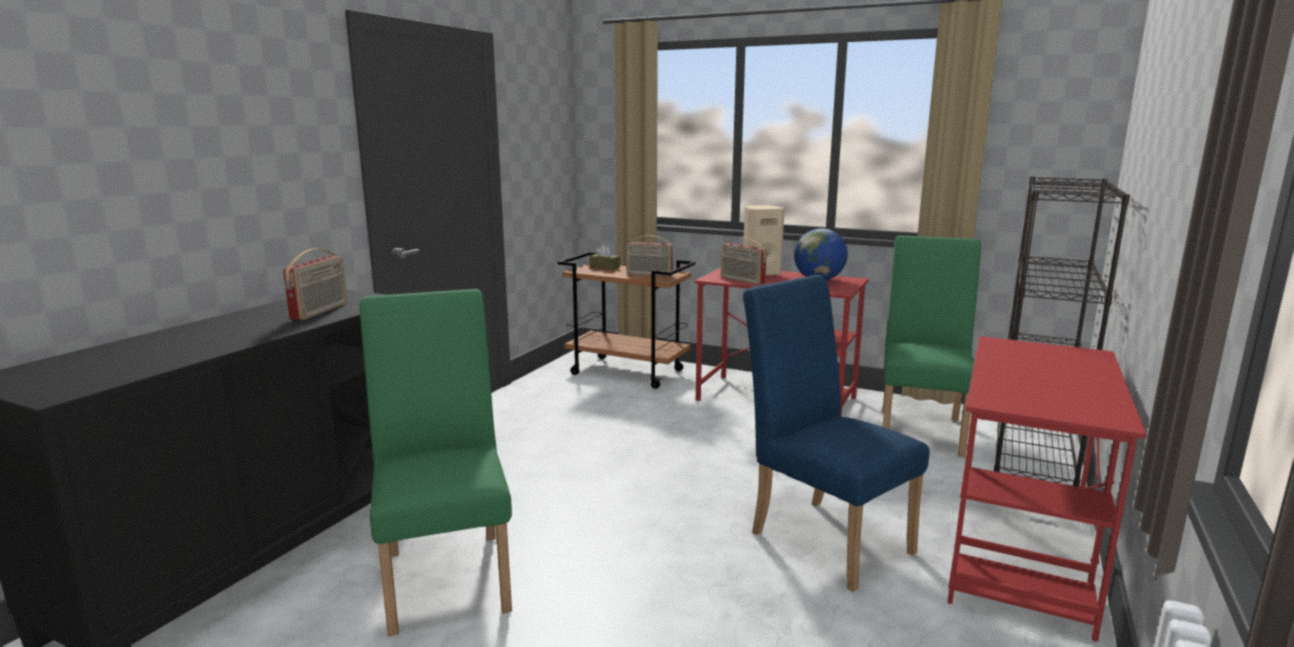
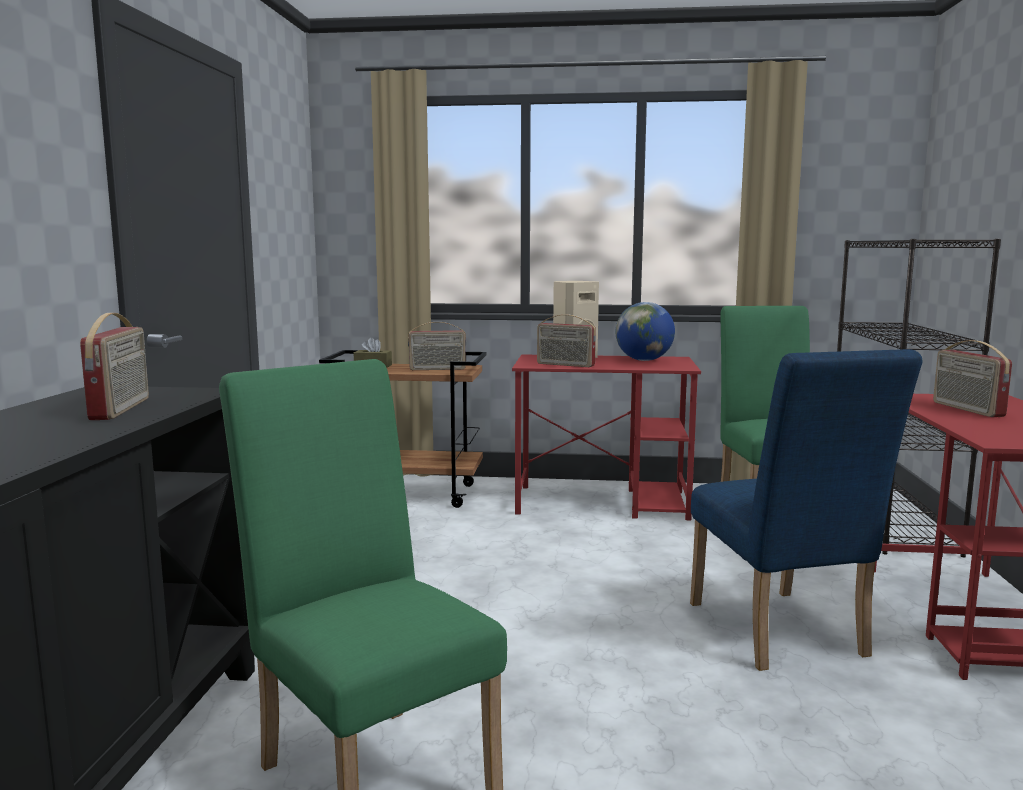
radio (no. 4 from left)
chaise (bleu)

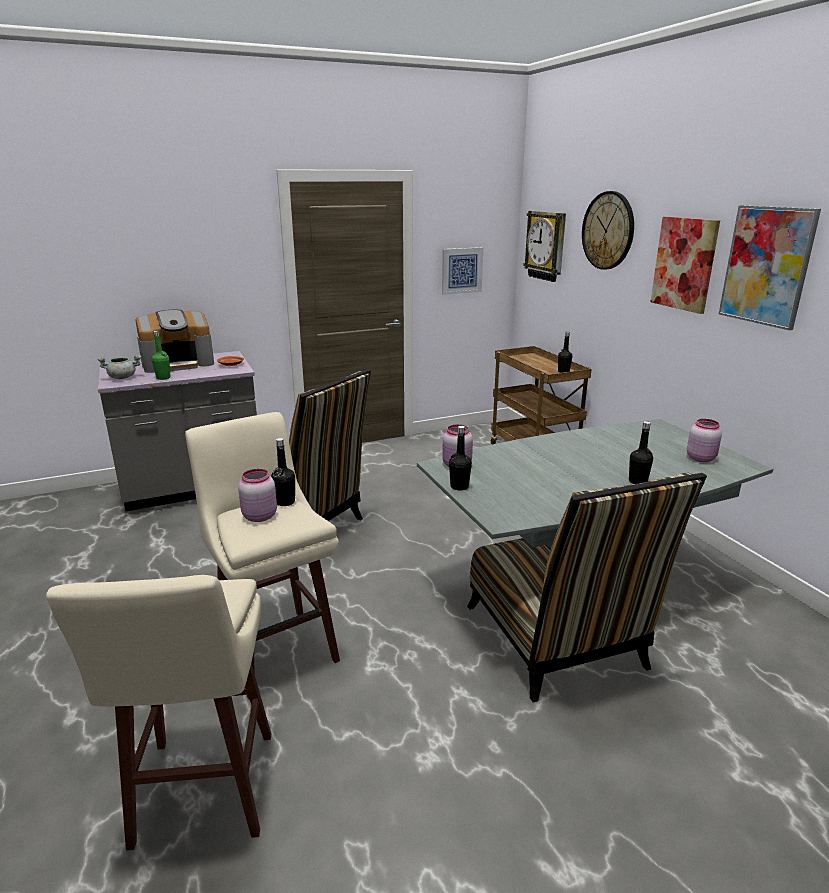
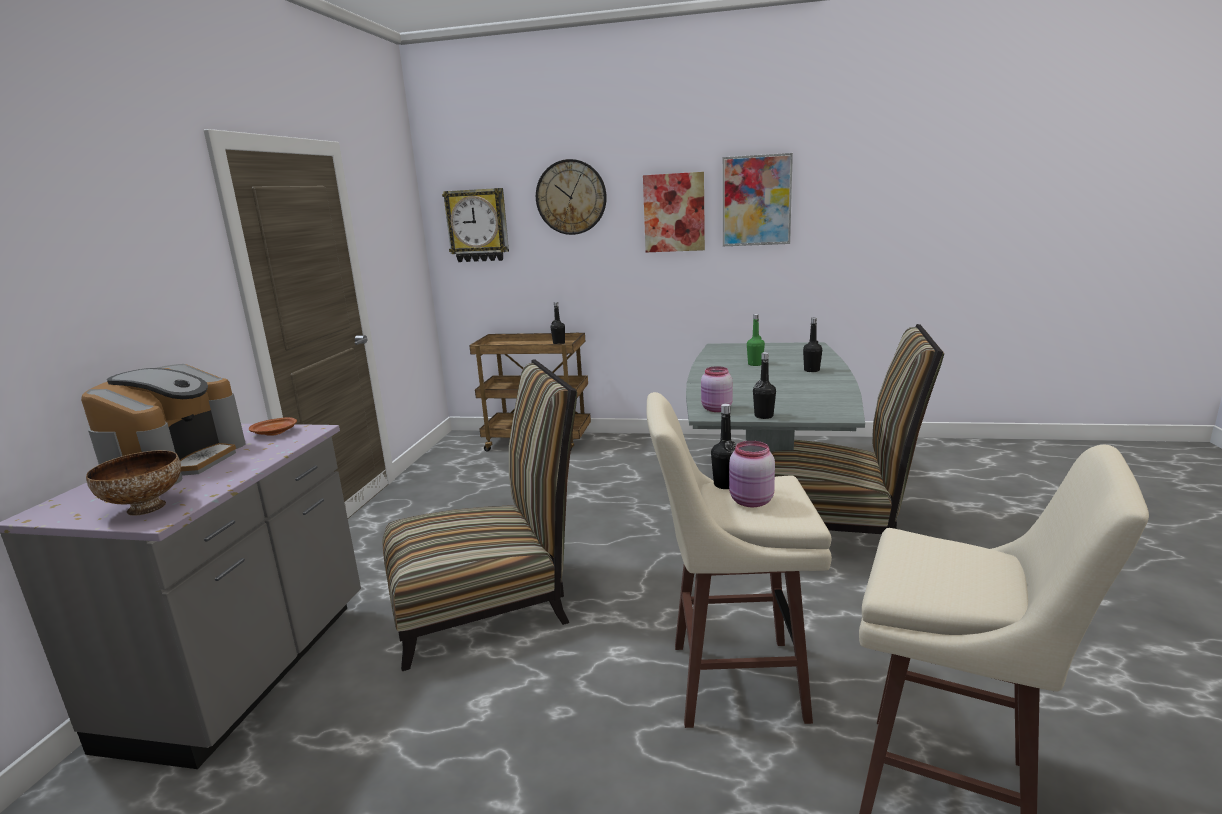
tableau (no. 1 from left in the first image)
bocal (rose) (no. 3 from left in the first image)
bouteille (vert)
bol

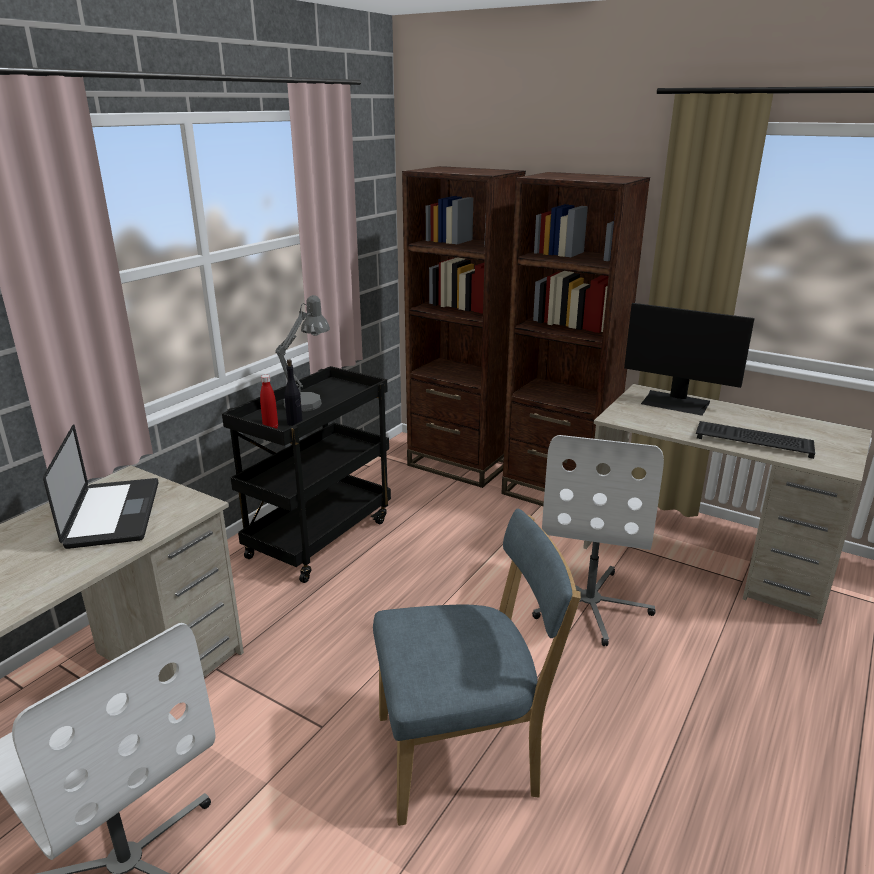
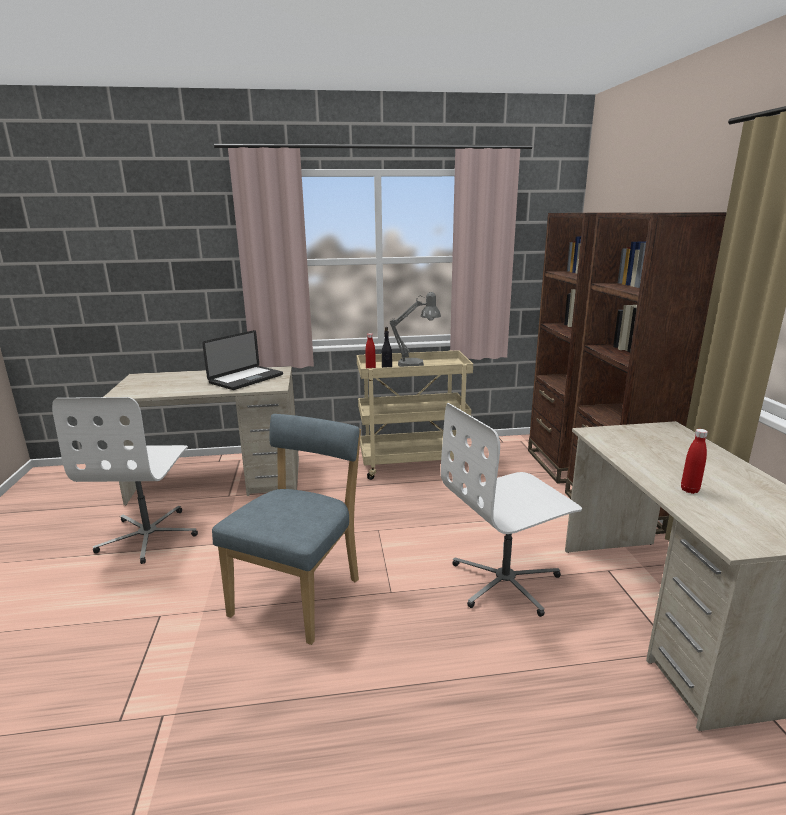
écran d'ordinateur
bouteille (rouge) (no. 2 from left)
chariot (beige)
chaise (bleu)

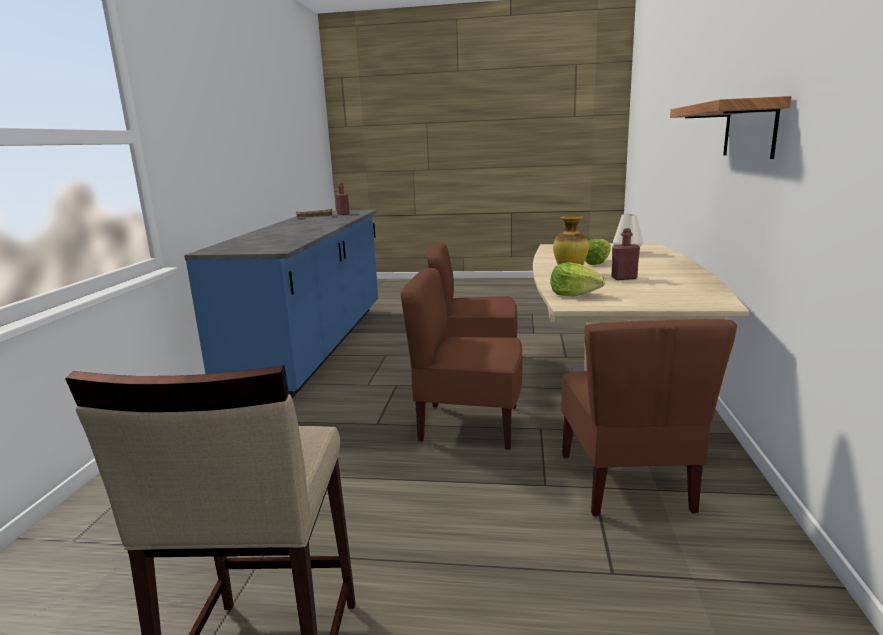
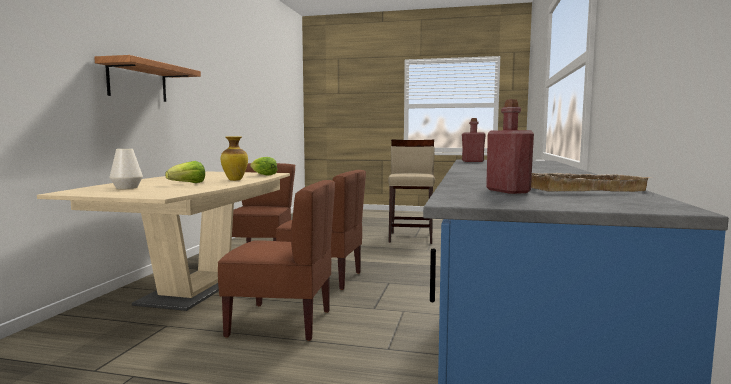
bouteille (rouge) (no. 1 from left)

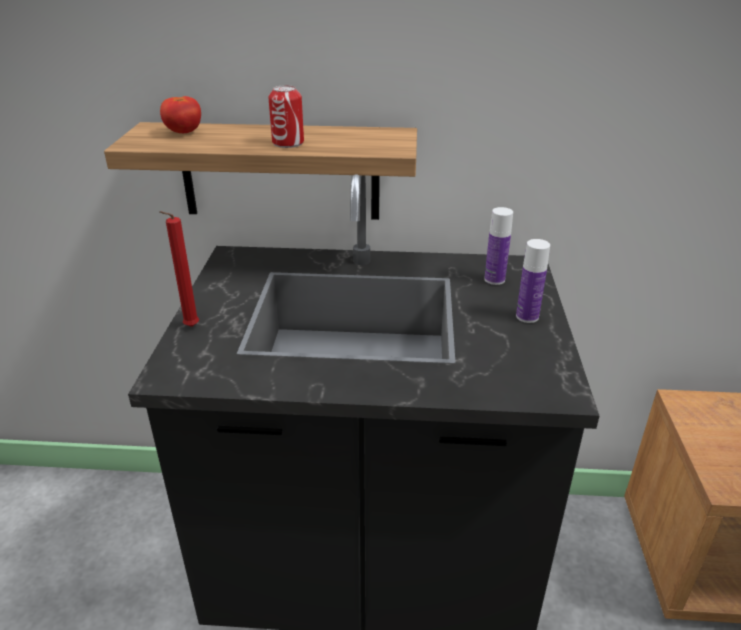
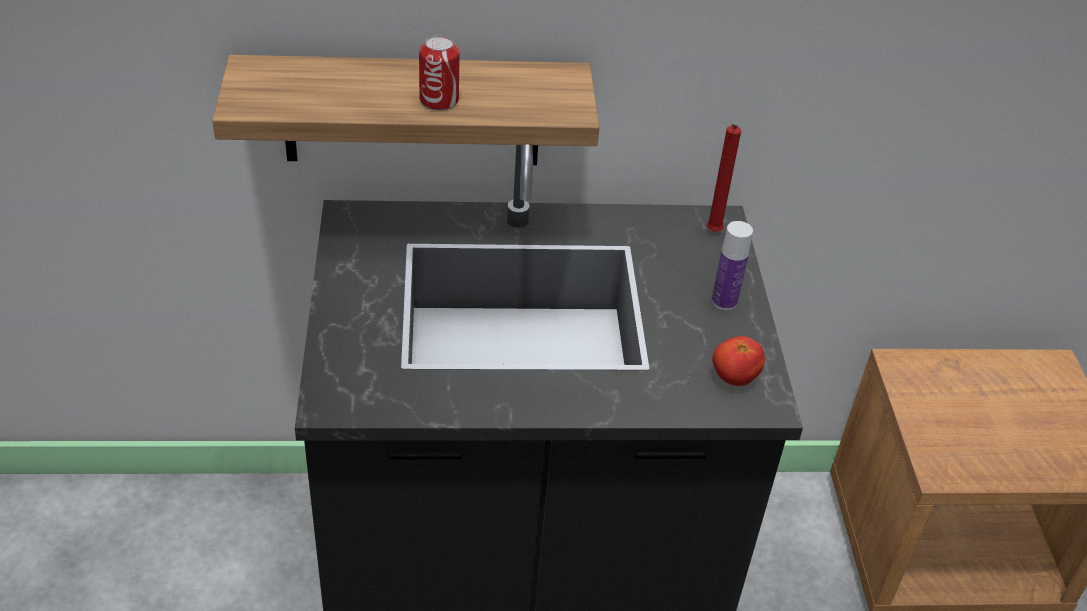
bouteille (no. 1 from left in the first image)
bougie (rouge)
tomate

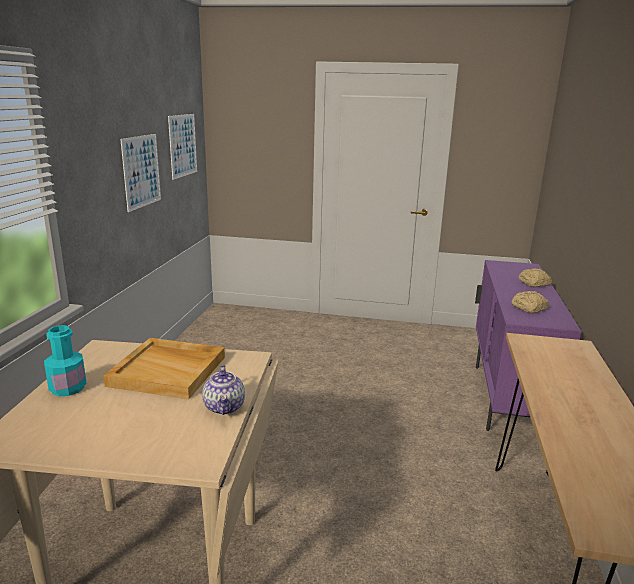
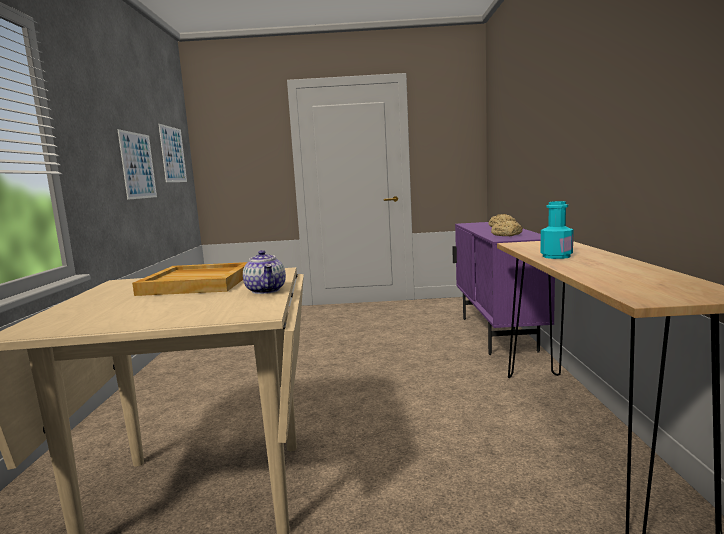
bouteille (turquoise)

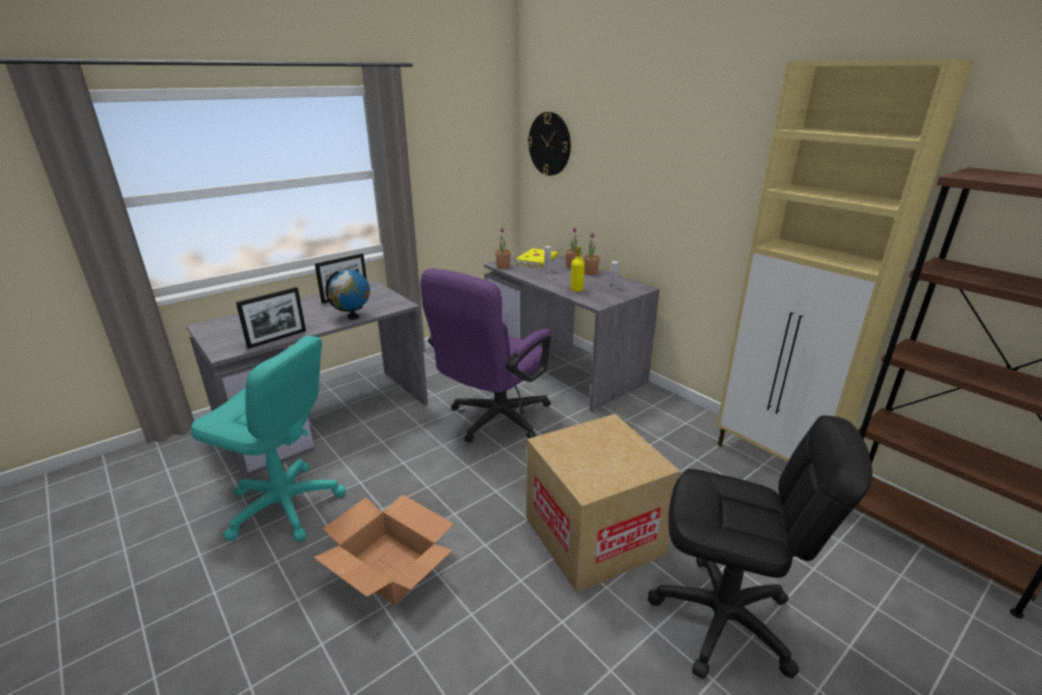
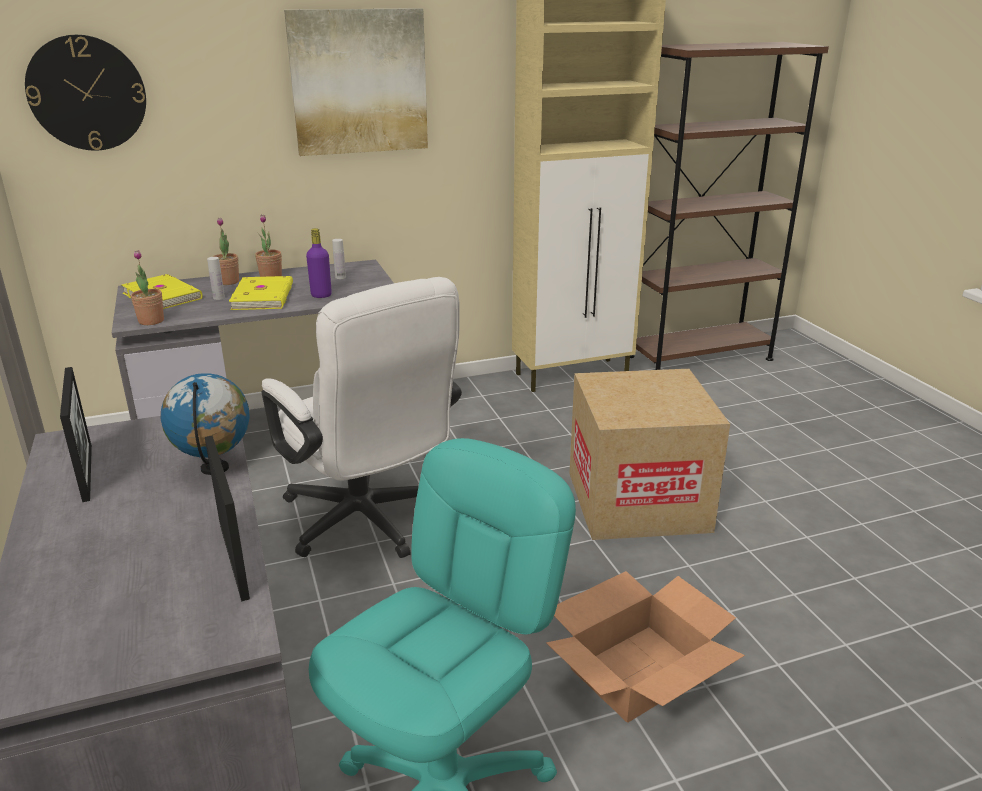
chaise de bureau (noir)
livre (jaune) (no. 2 from left)
tableau
chaise de bureau (blanc)
bouteille (violet)

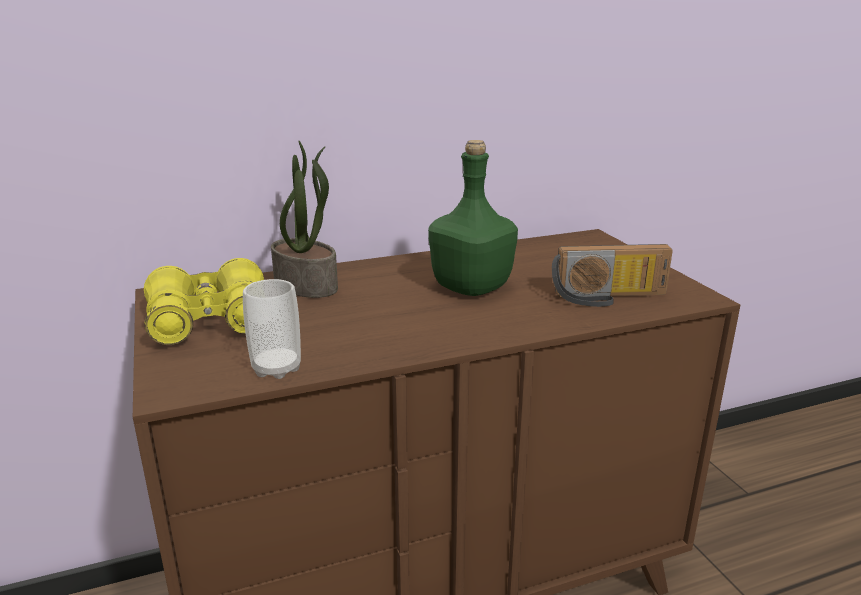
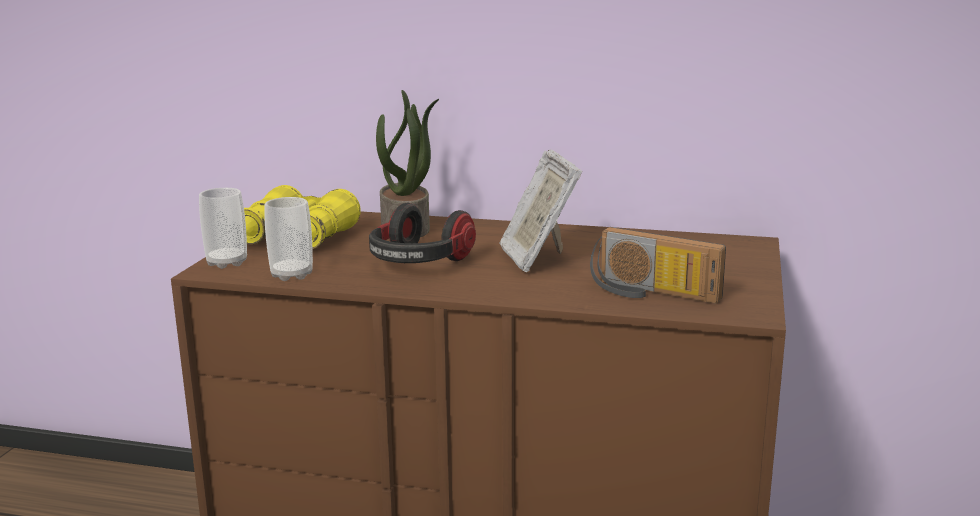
tasse (no. 1 from left)
casque audio
cadre photo

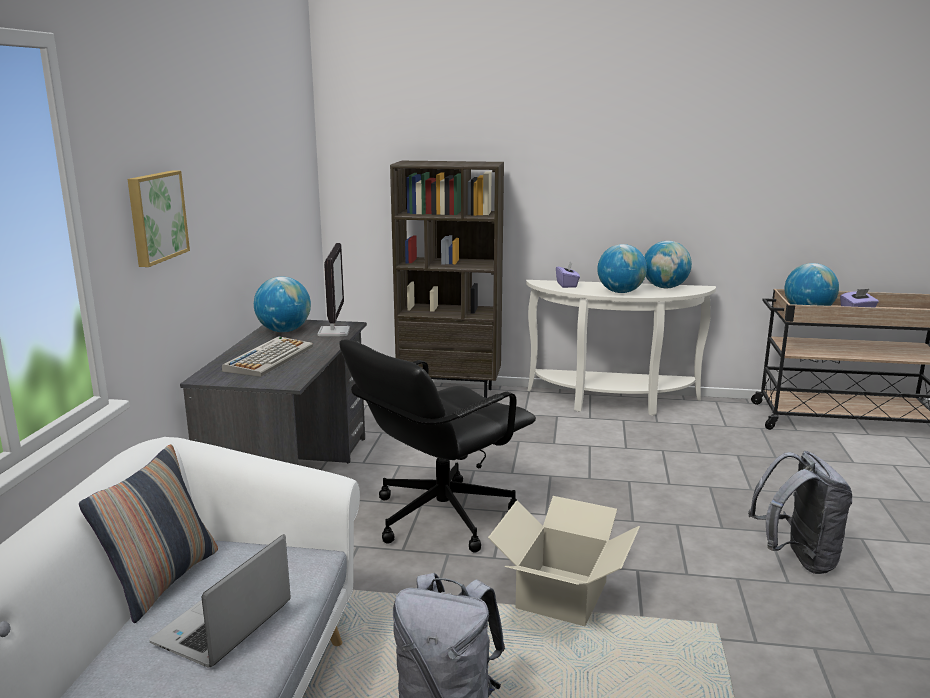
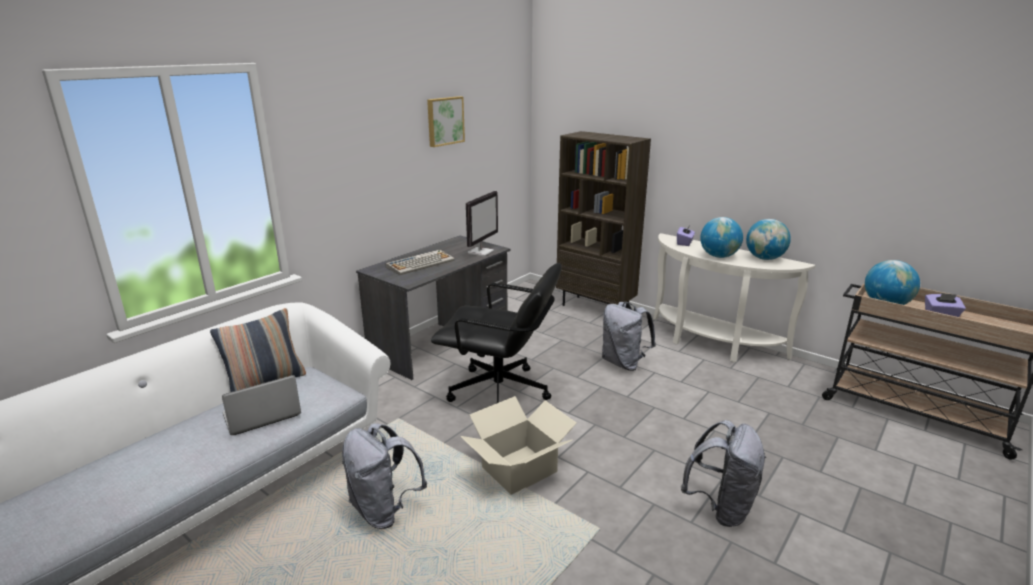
globe (no. 1 from left in the first image)
sac à dos (gris) (no. 2 from left)
tableau
chaise de bureau (noir)

